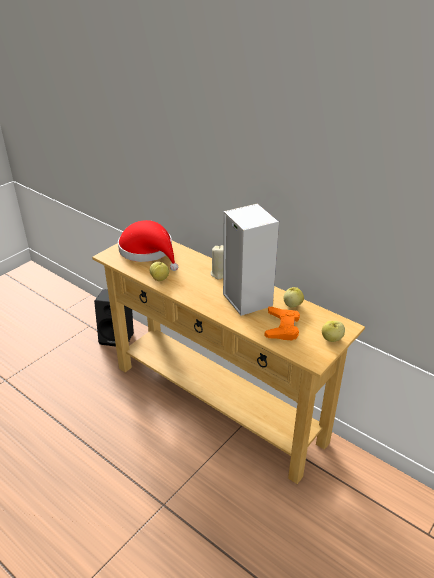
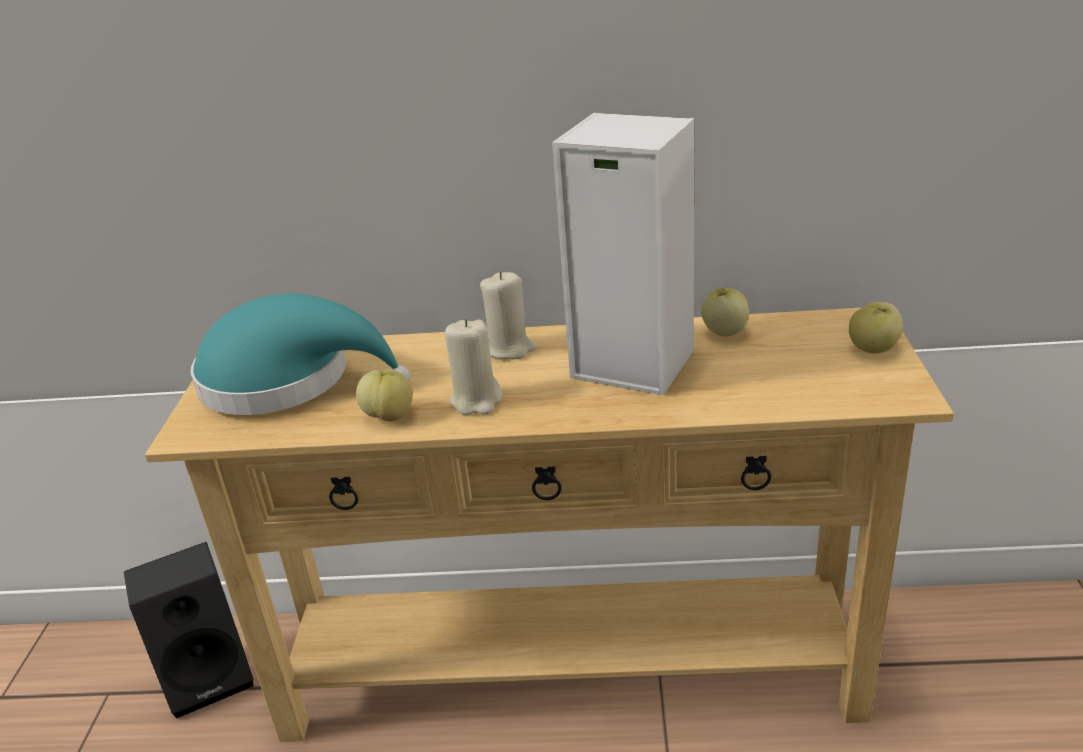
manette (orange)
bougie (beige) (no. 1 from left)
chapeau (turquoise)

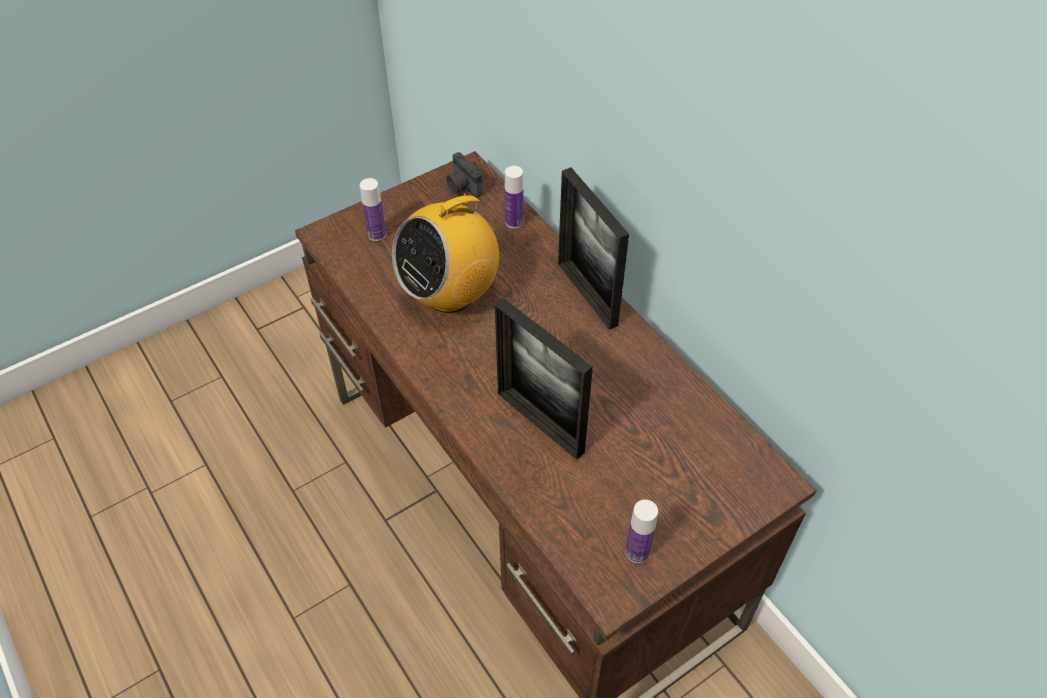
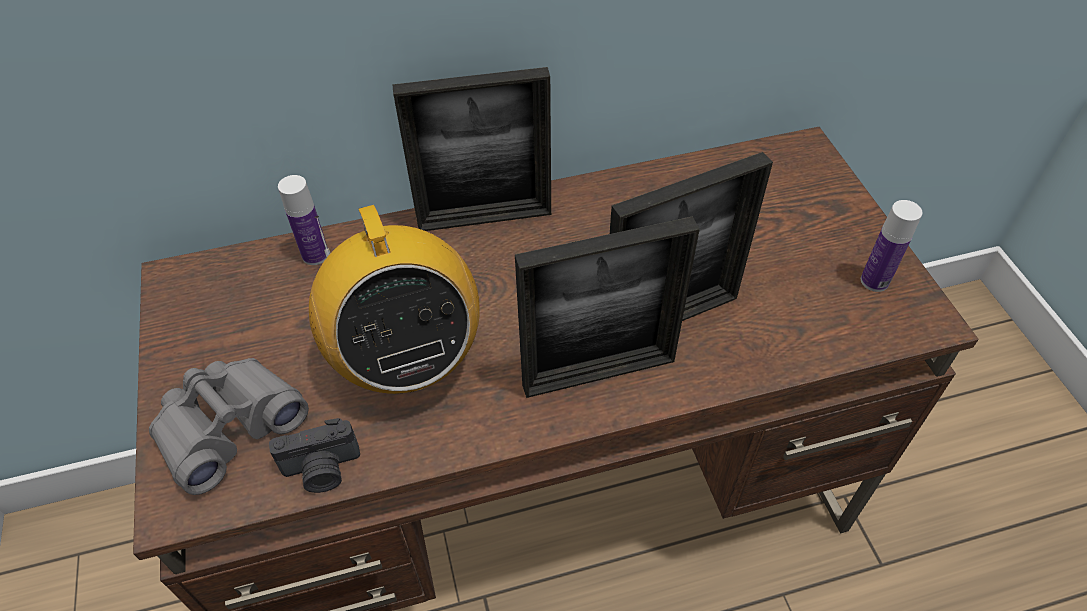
cadre photo (no. 2 from left)
appareil photo
jumelles (gris)

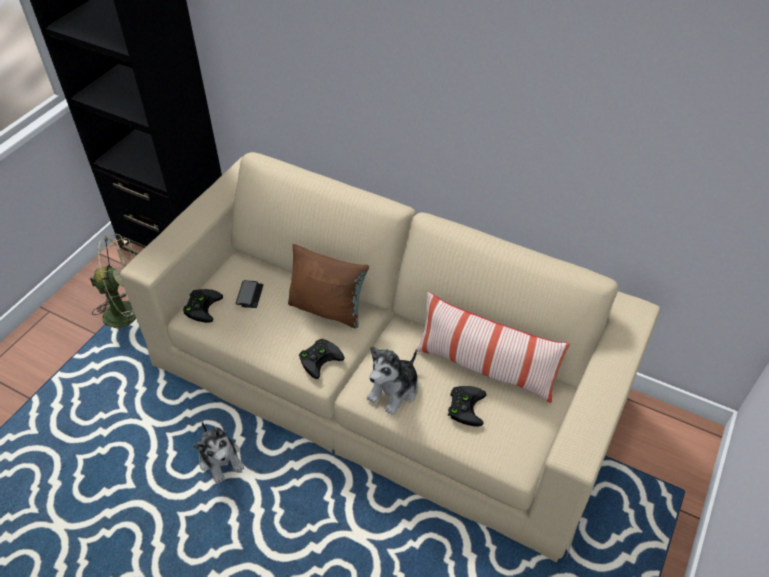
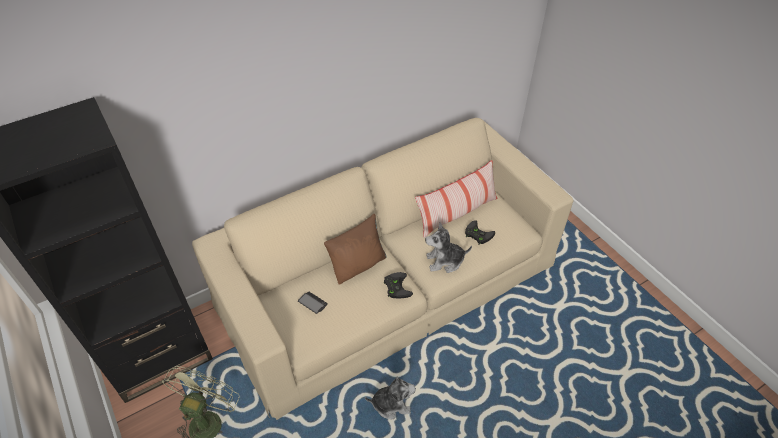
manette (noir) (no. 1 from left in the first image)
peluche (no. 2 from left)

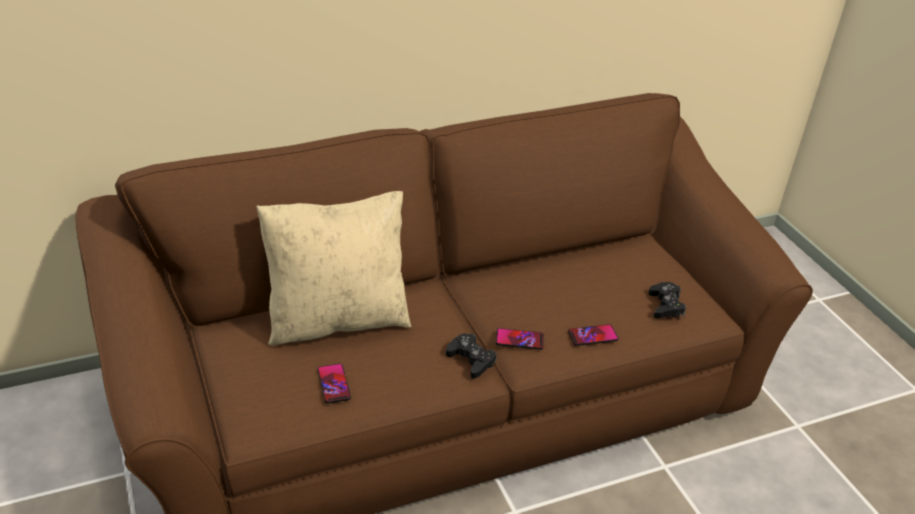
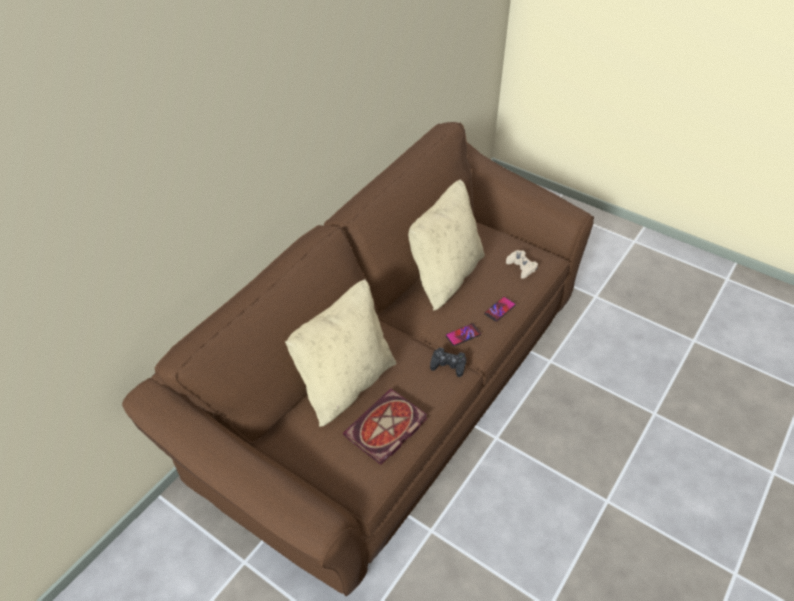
coussin (beige) (no. 2 from left)
livre
manette (beige)

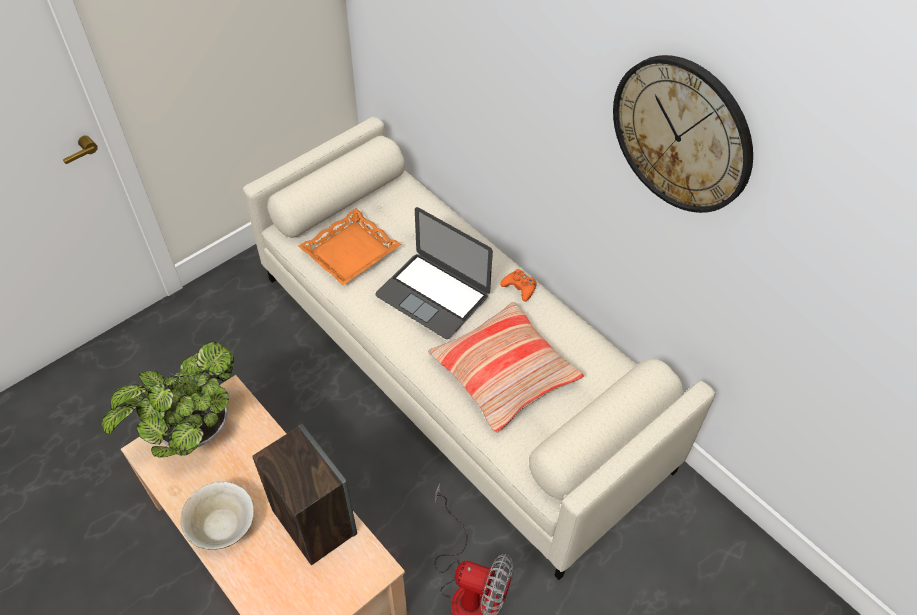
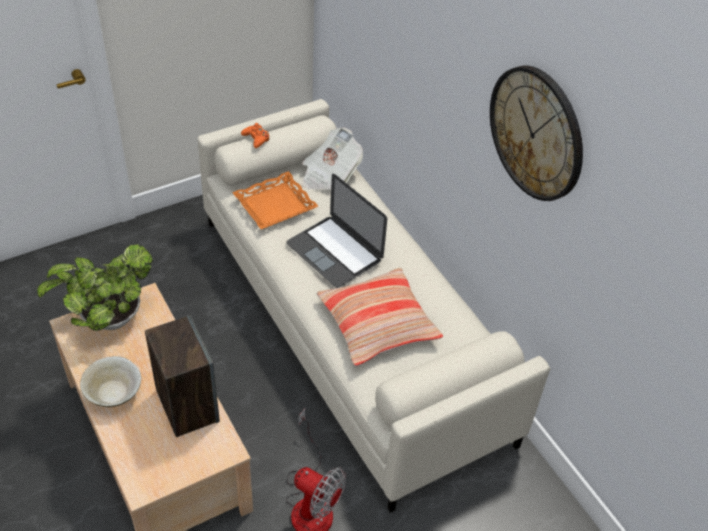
journal
manette (orange)

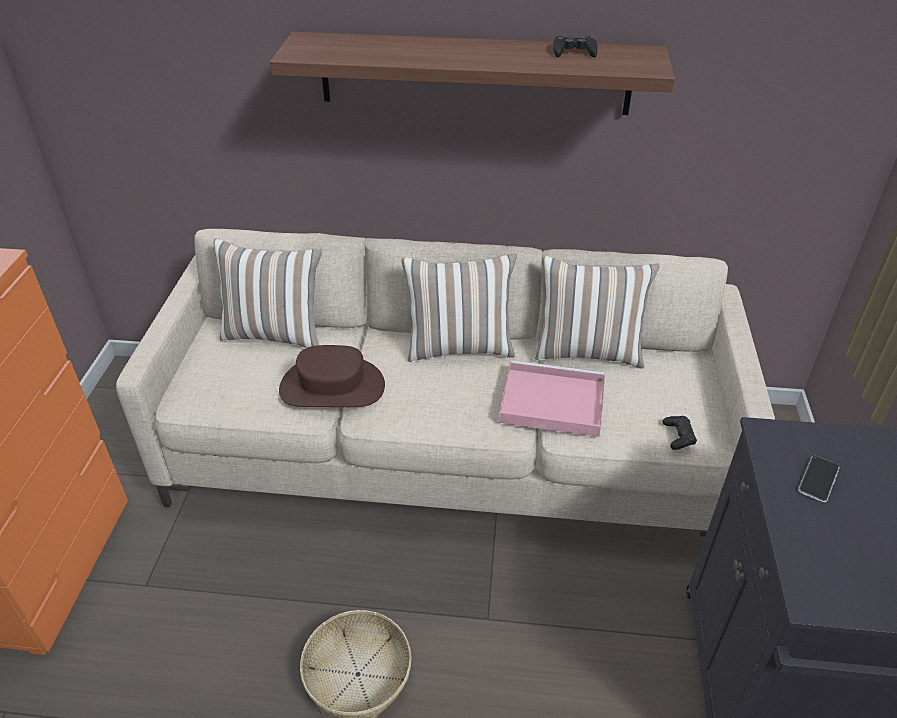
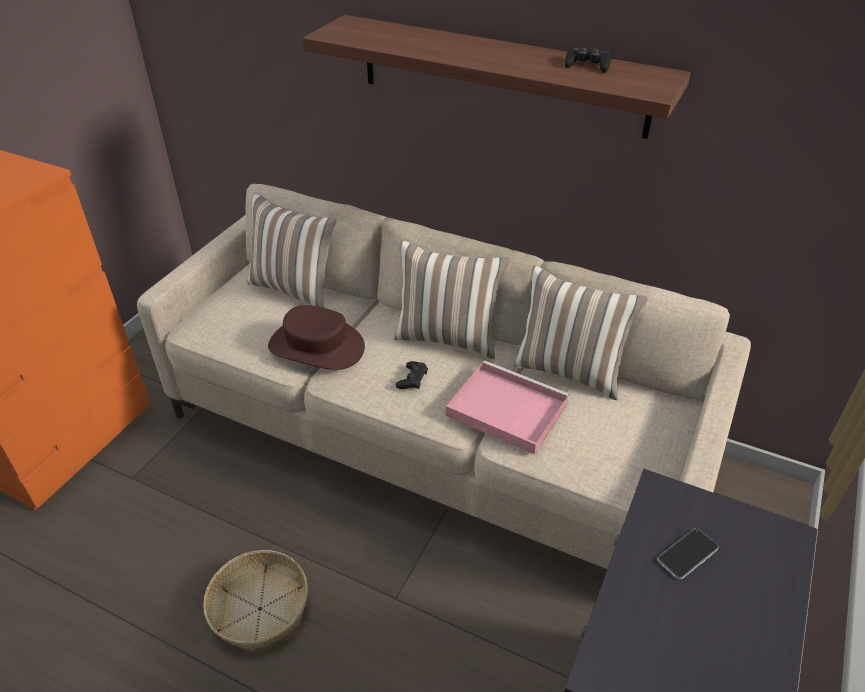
manette (noir) (no. 1 from left)

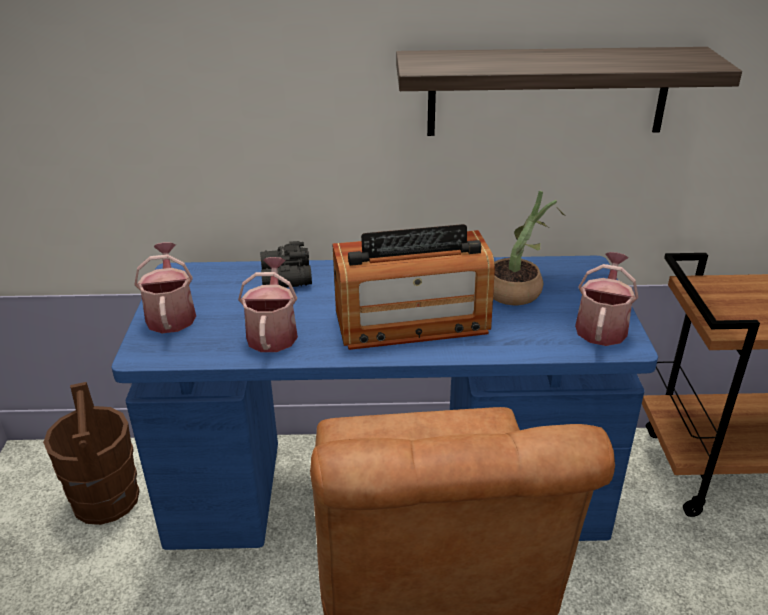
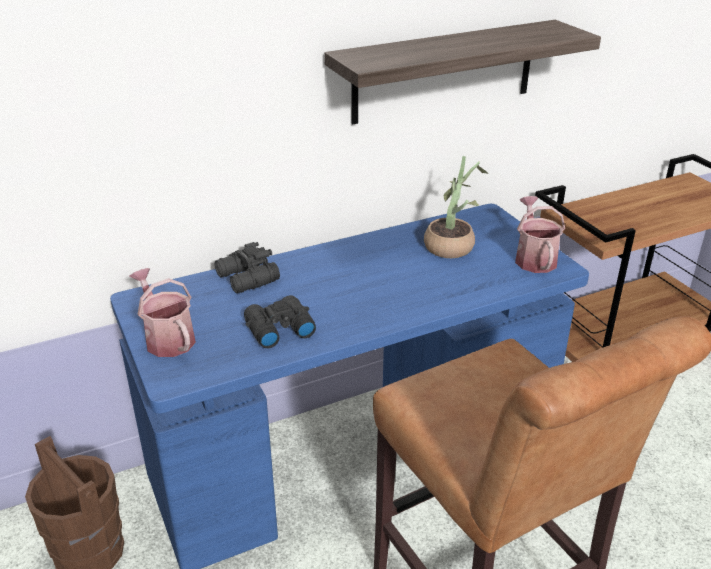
radio
jumelles (noir) (no. 2 from left)

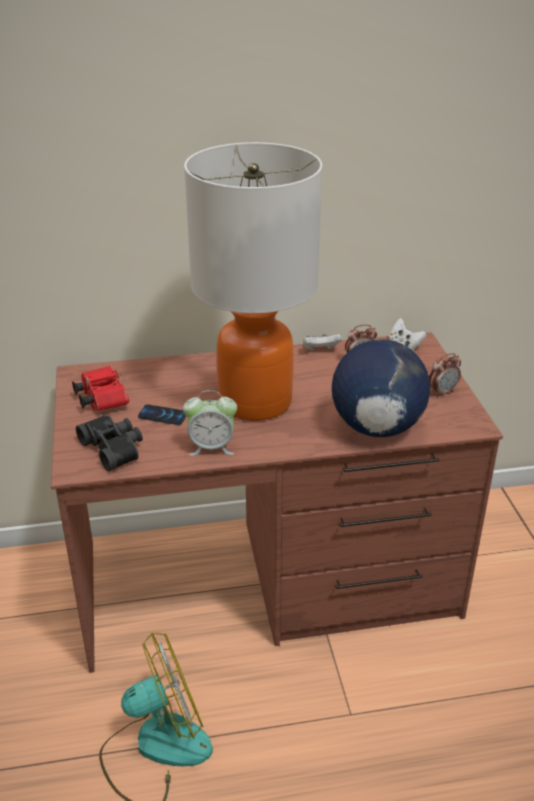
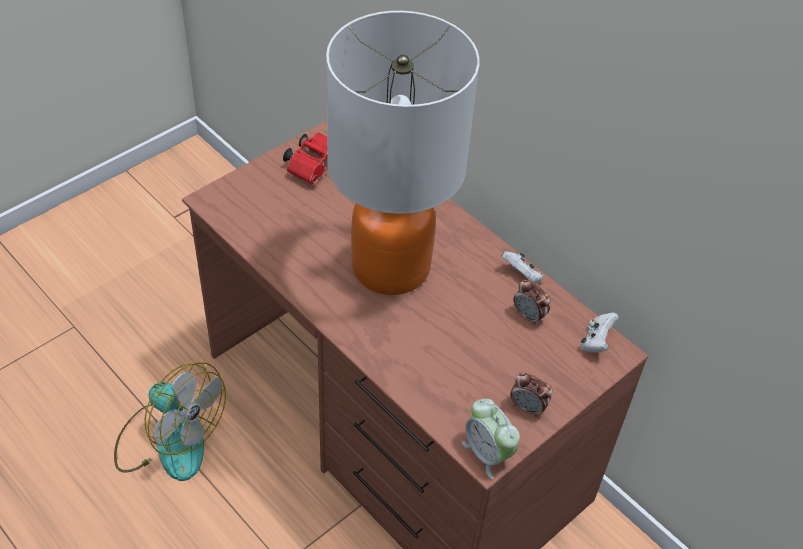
jumelles (noir)
téléphone
globe
réveil (no. 1 from left)

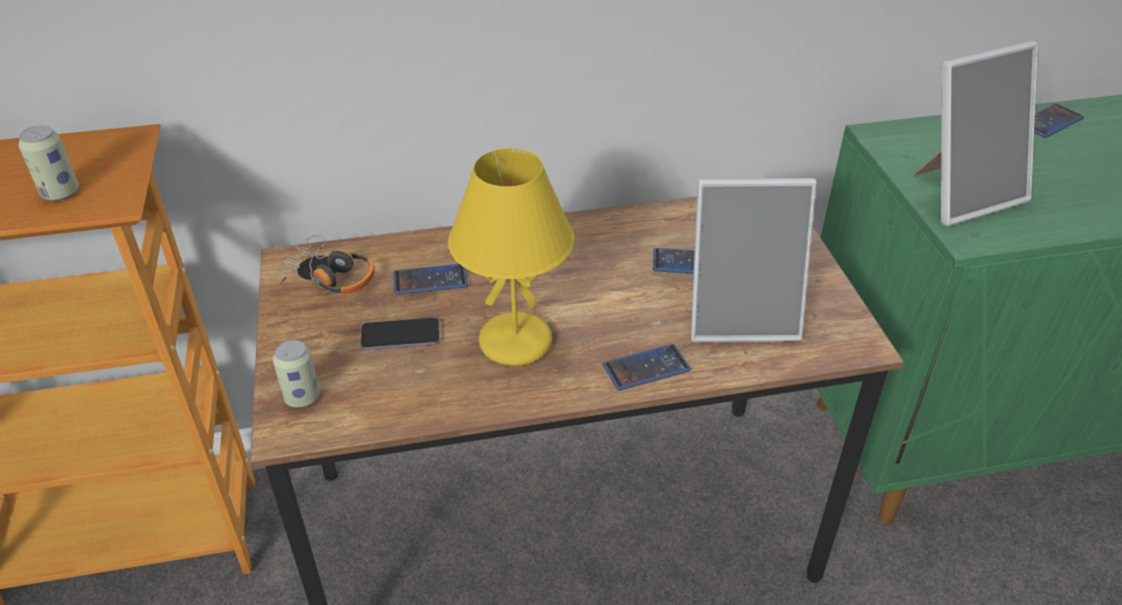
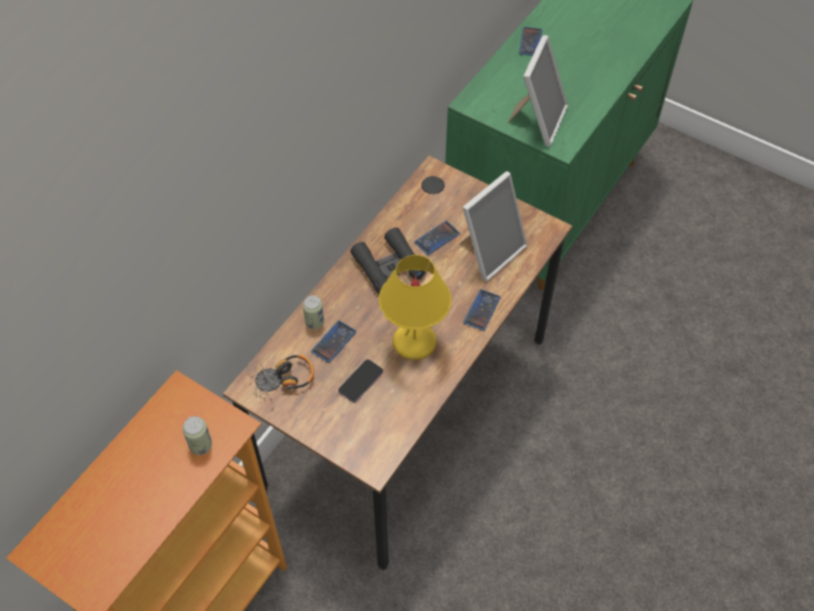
jumelles (noir)
boîte métallique (no. 2 from left)

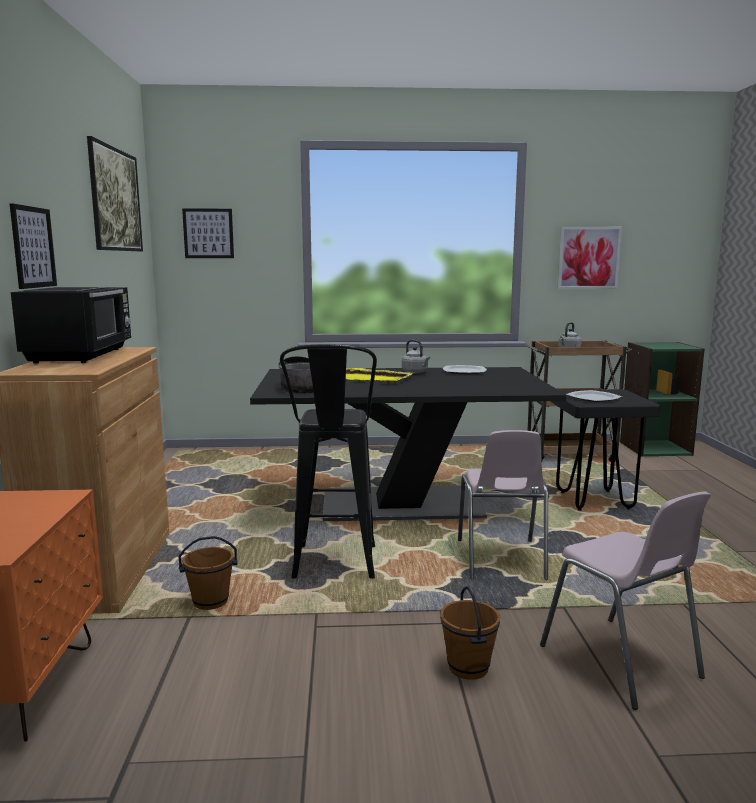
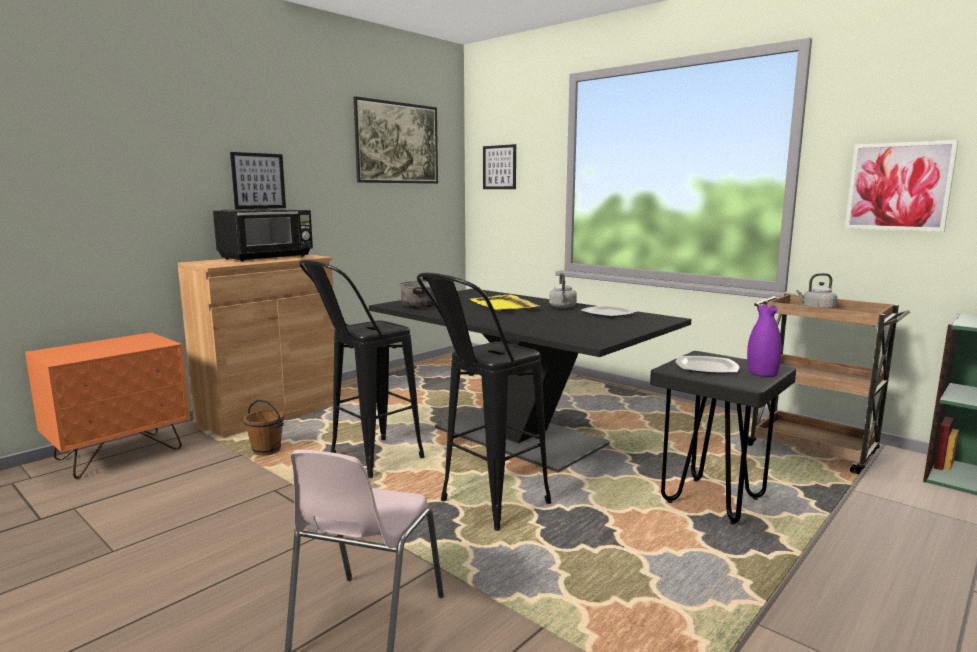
seau (marron) (no. 2 from left in the first image)
vase (violet)
tabouret (noir) (no. 2 from left)

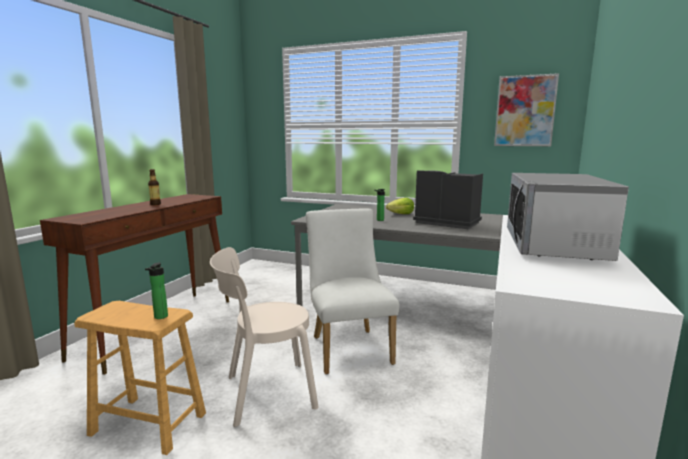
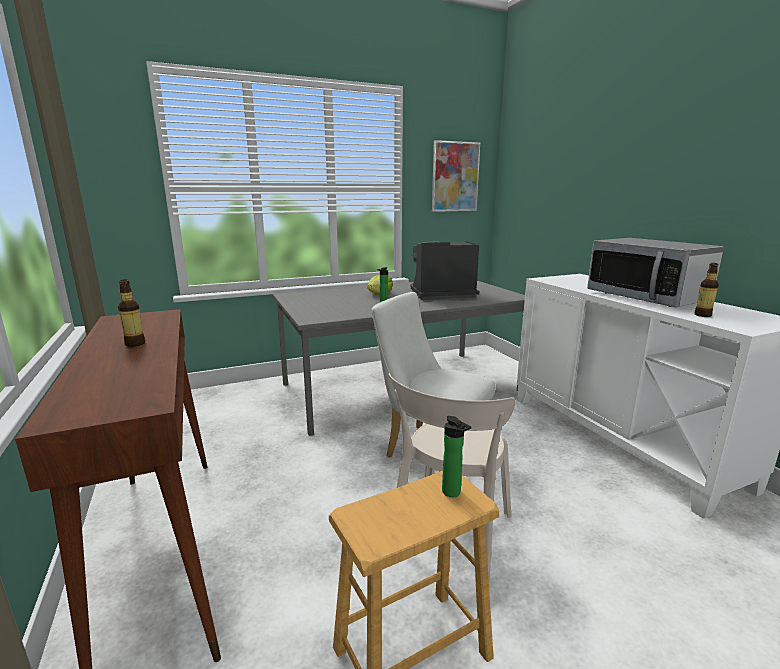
bouteille (no. 4 from left)

